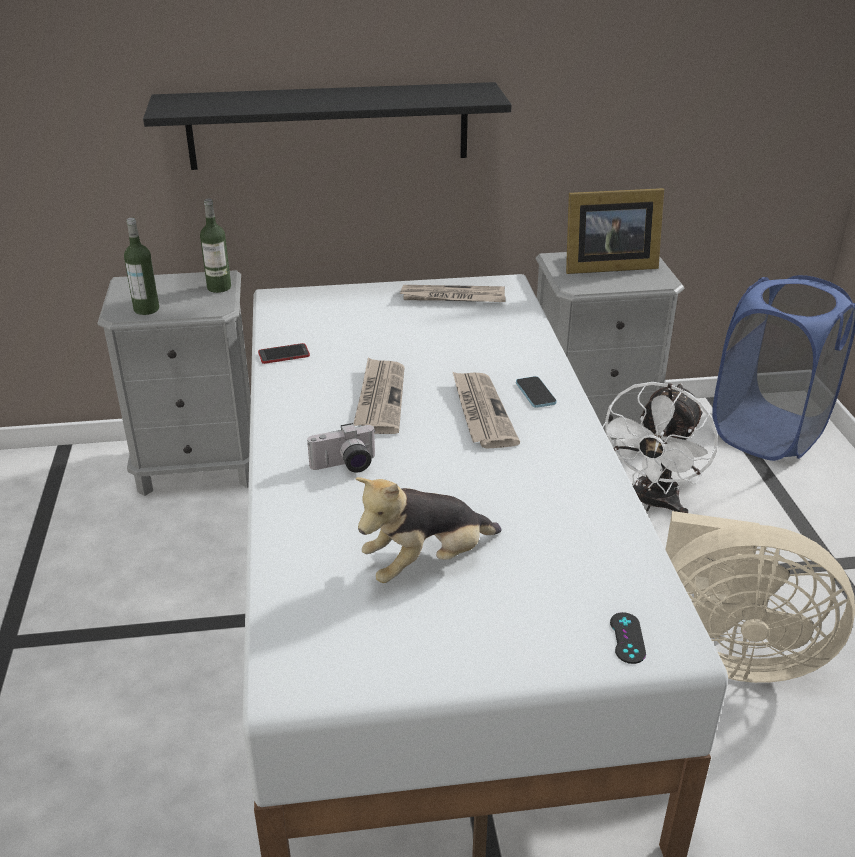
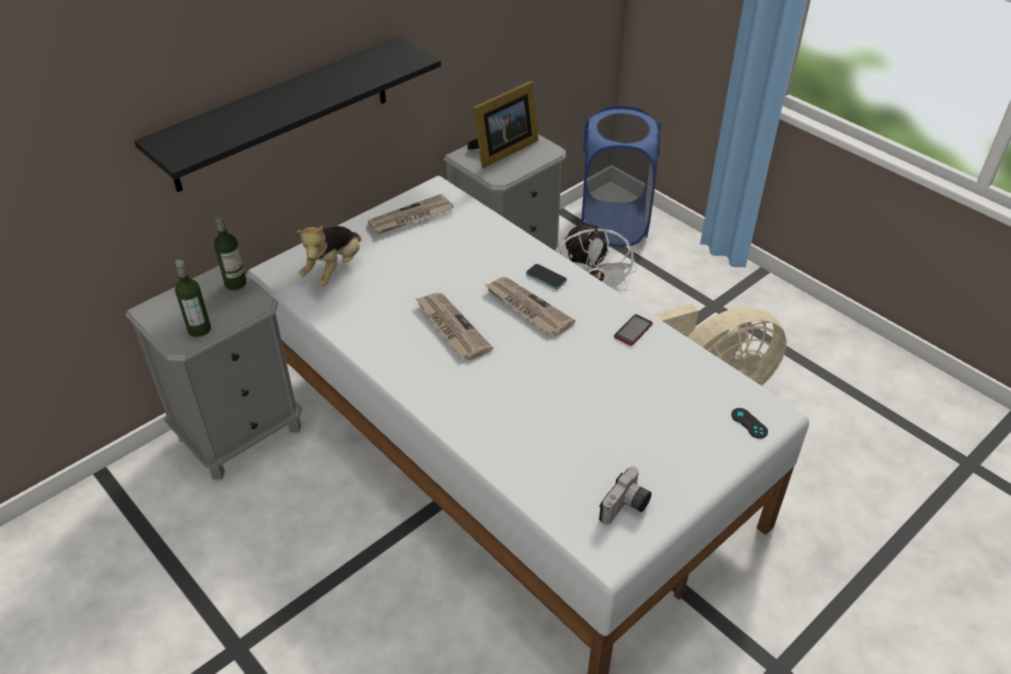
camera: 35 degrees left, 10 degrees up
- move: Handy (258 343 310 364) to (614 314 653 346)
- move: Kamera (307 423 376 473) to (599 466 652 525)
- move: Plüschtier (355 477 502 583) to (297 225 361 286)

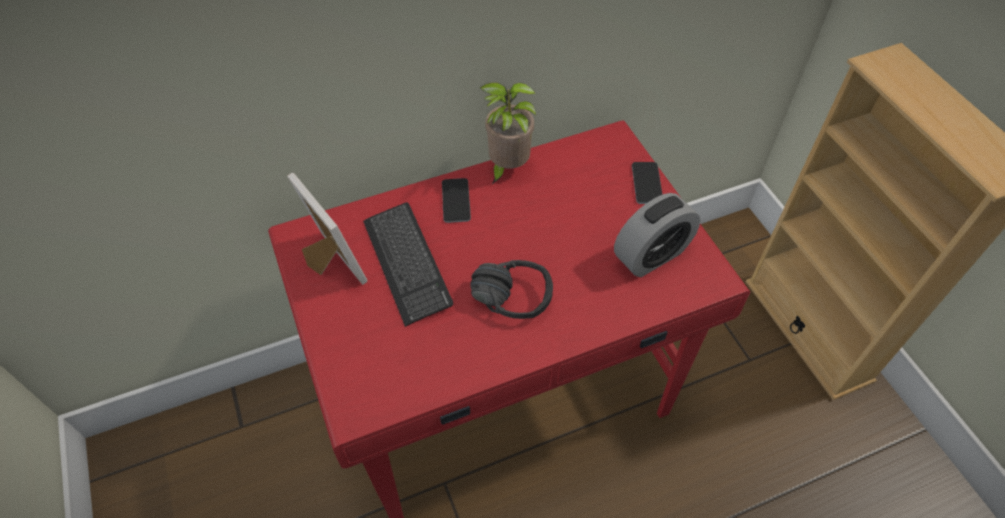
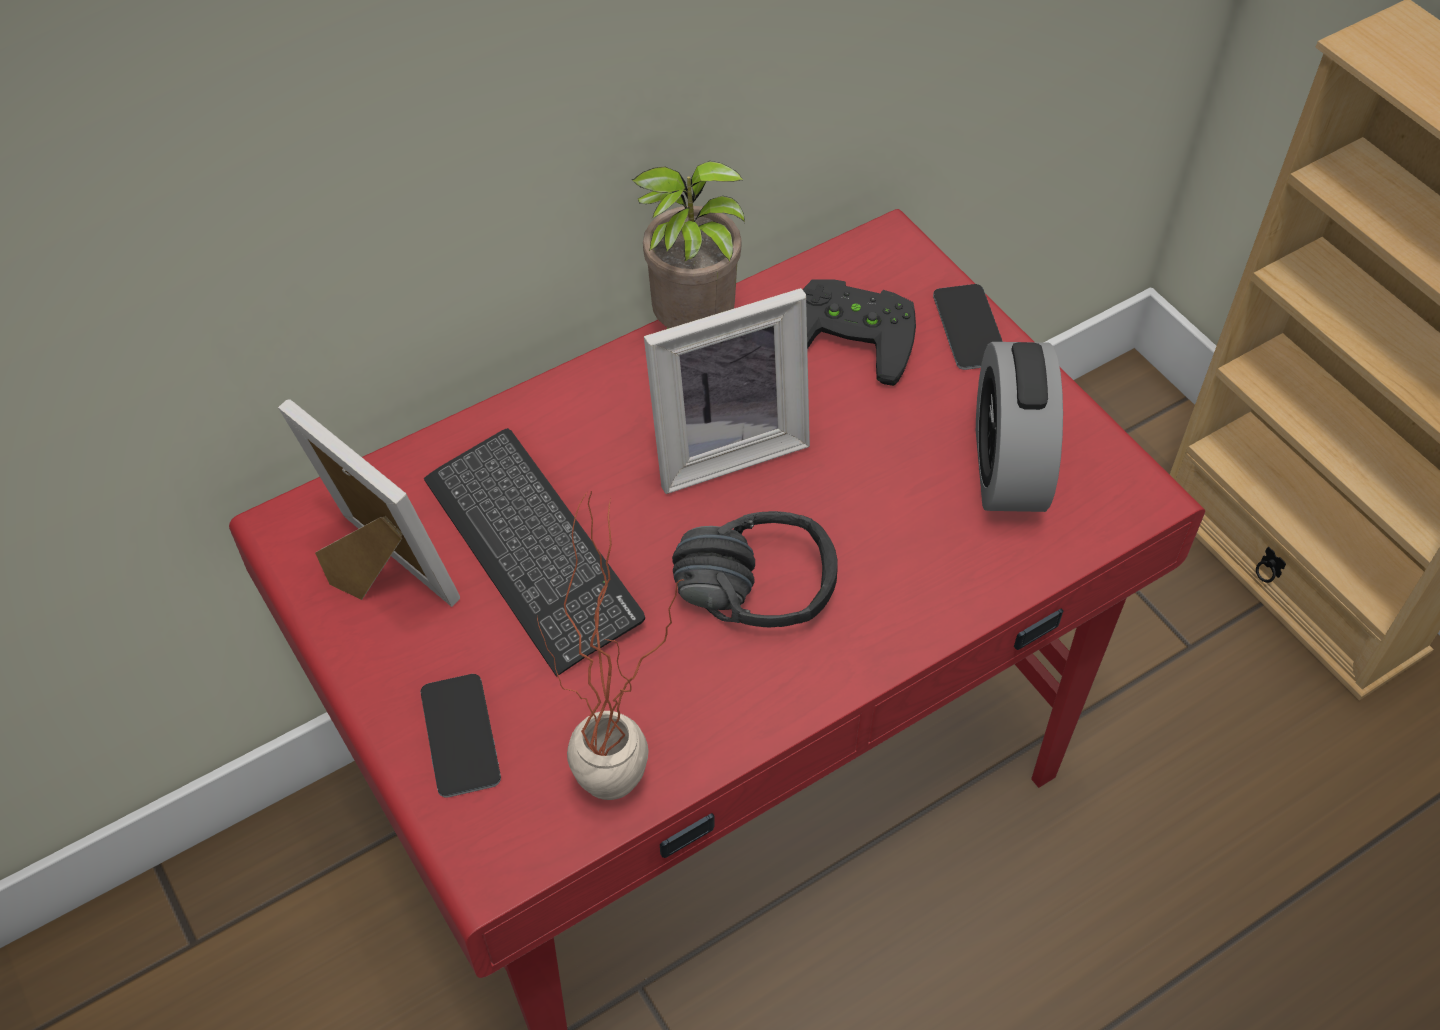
camera: 10 degrees left, 0 degrees up
- move: Handy (442 178 471 223) to (420 674 501 798)
- rotate: Wecker (614 193 701 277) = (976 342 1063 512) 135 degrees clockwise
- insert: Gamepad (schwarz) (803 279 916 386)
- insert: Bilderrahmen (644 288 810 494)
- insert: Topfpflanze (537 491 684 800)

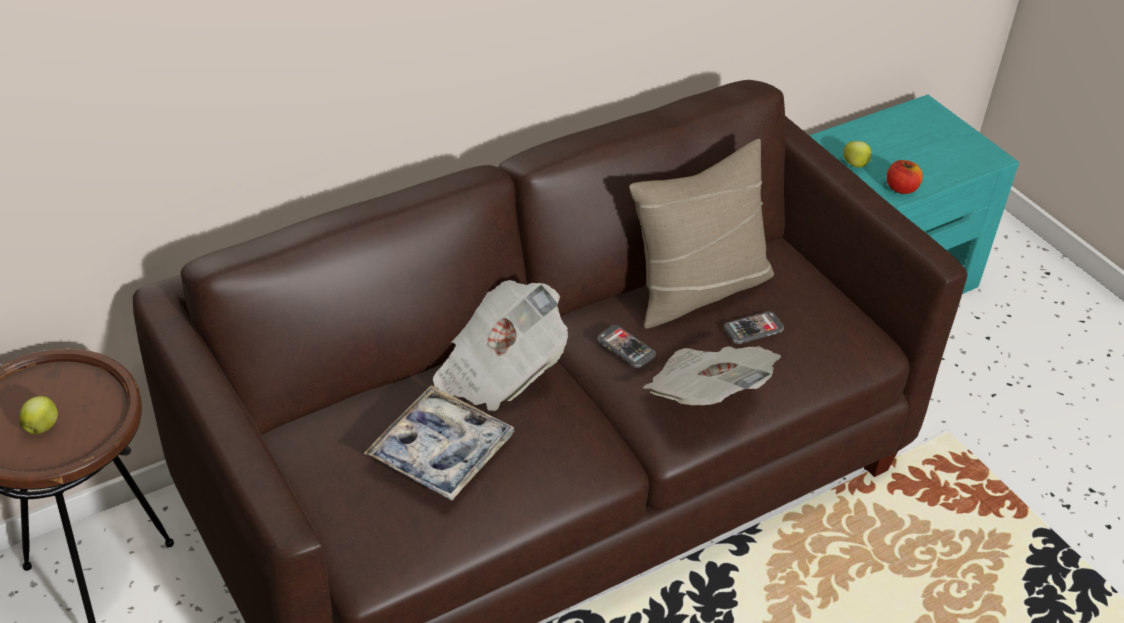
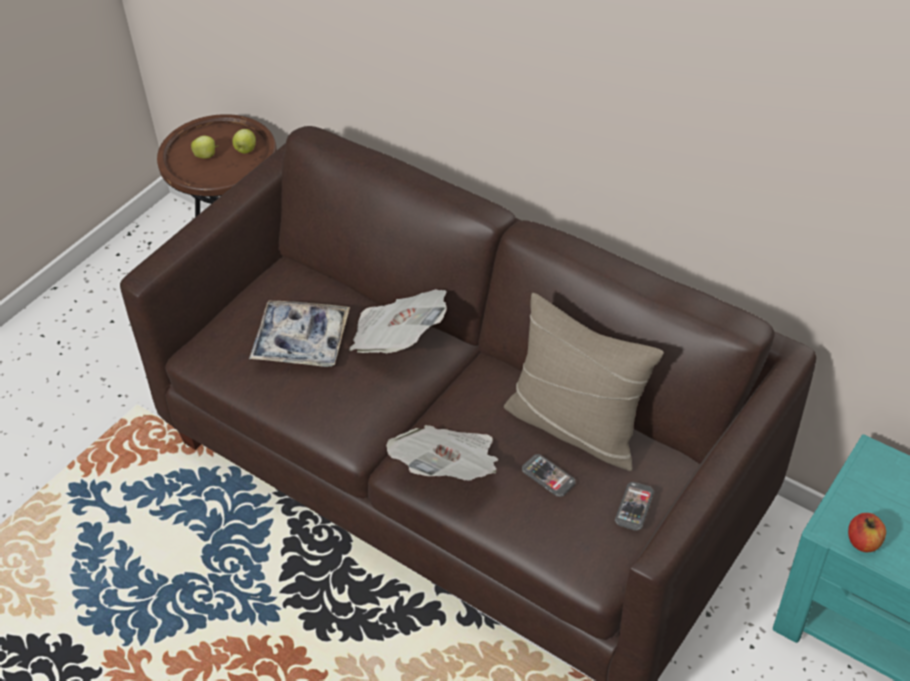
camera: 70 degrees right, 5 degrees up
- move: Apfel (843 141 872 168) to (233 129 256 154)
- move: Handy (598 325 655 368) to (615 482 654 531)

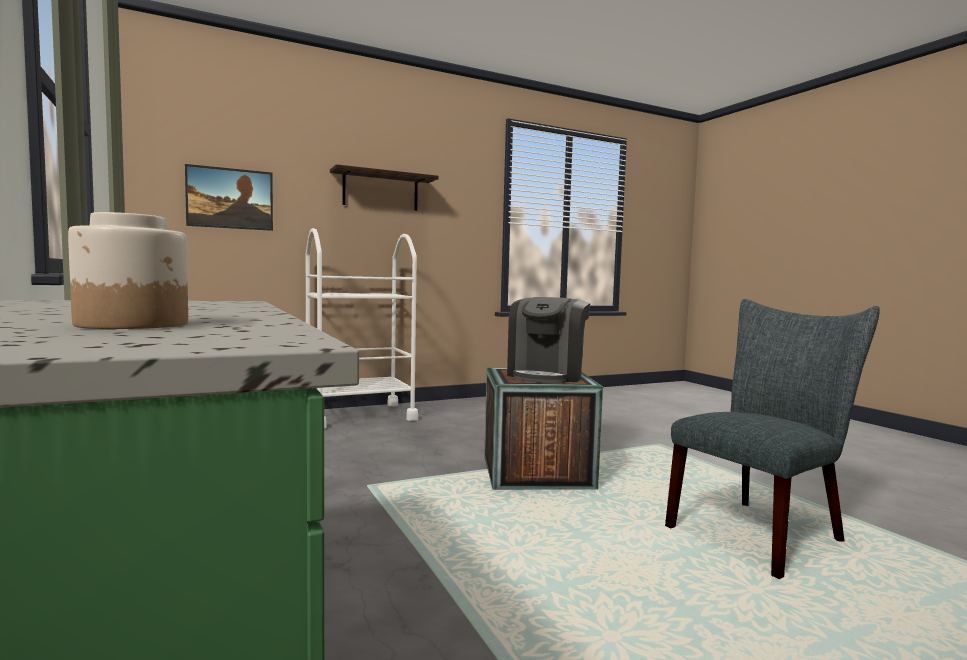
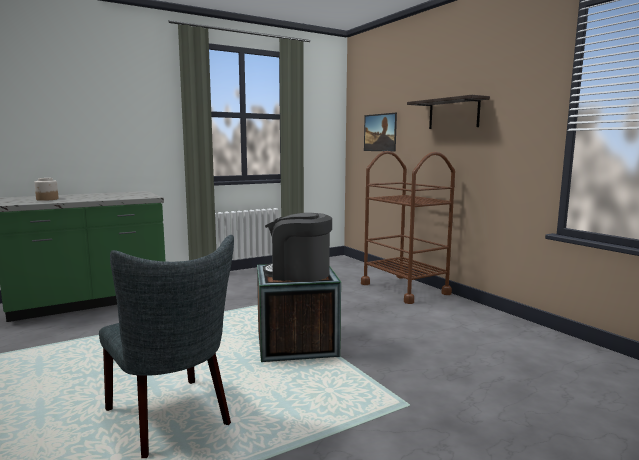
camera: 85 degrees right, 5 degrees up
- recolor: Rollwagen (weiß) (306 228 418 429) to Rollwagen (braun) (361 151 455 304)

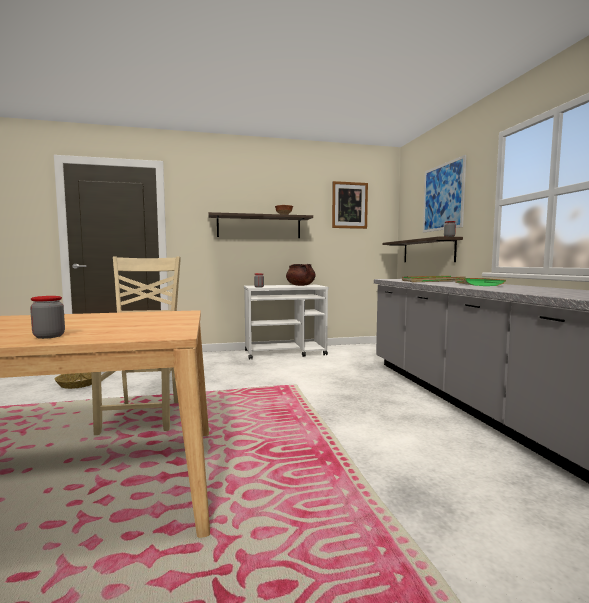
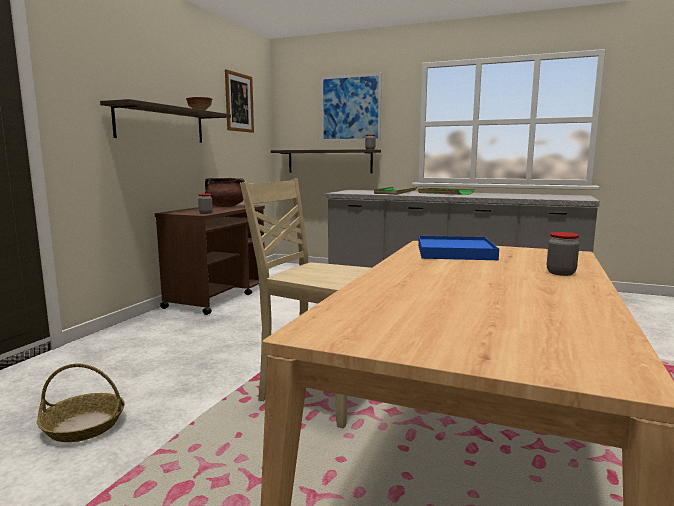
camera: 55 degrees left, 5 degrees up
- recolor: Rollwagen (weiß) (244 285 329 360) to Rollwagen (braun) (155 205 265 315)
- insert: Tablett (blau) (418 236 499 260)

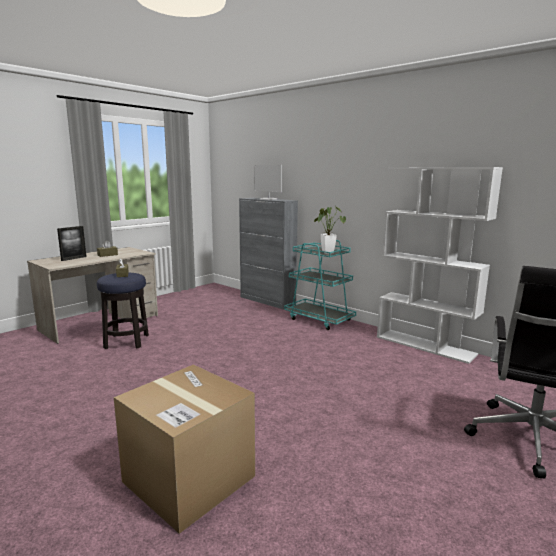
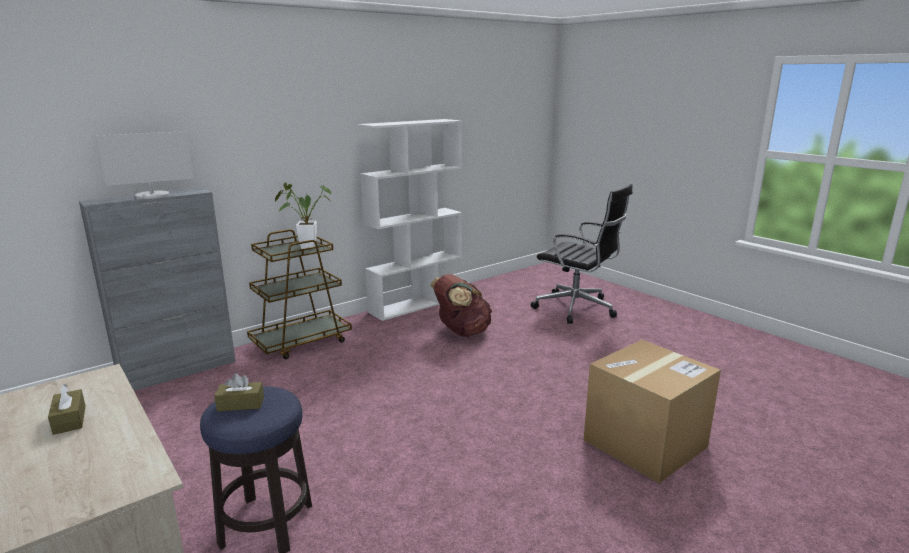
camera: 80 degrees left, 5 degrees up
- delete: Bilderrahmen (57 226 87 261)
- recolor: Rollwagen (türkis) (284 240 356 330) to Rollwagen (braun) (247 229 352 359)
- insert: Rucksack (braun) (430 274 492 337)

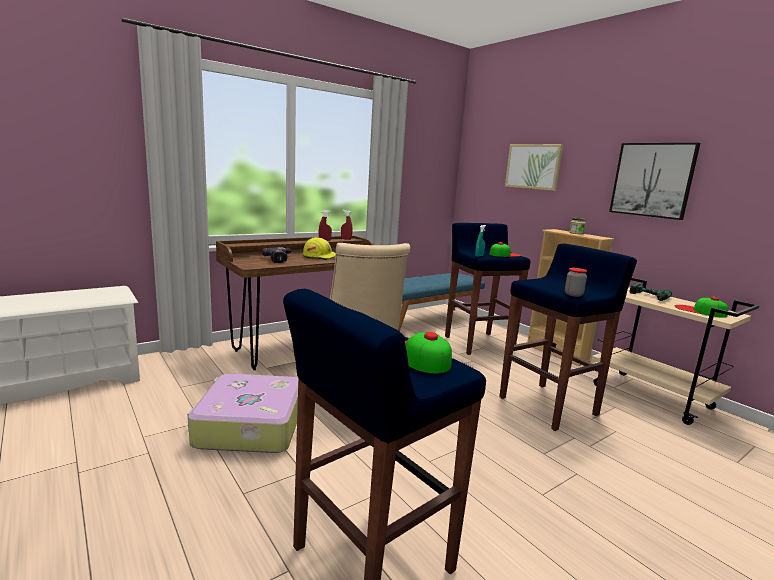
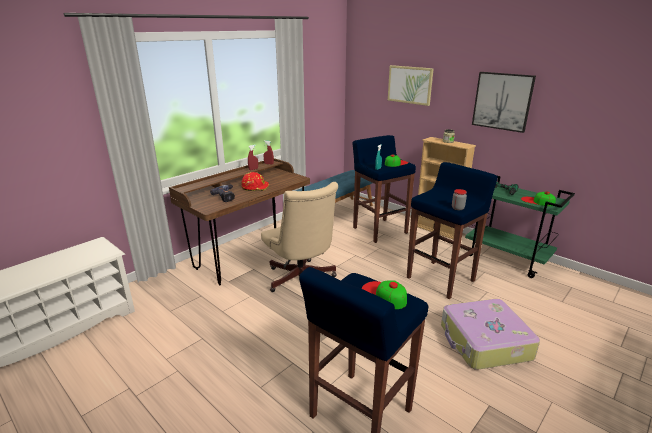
camera: 10 degrees left, 10 degrees up
- recolor: Schutzhelm (gelb) (303 237 336 260) to Schutzhelm (rot) (241 172 269 191)
- recolor: Rollwagen (beige) (592 278 760 425) to Rollwagen (grün) (465 175 575 278)
- move: Koffer (187 374 298 453) to (441 299 540 370)

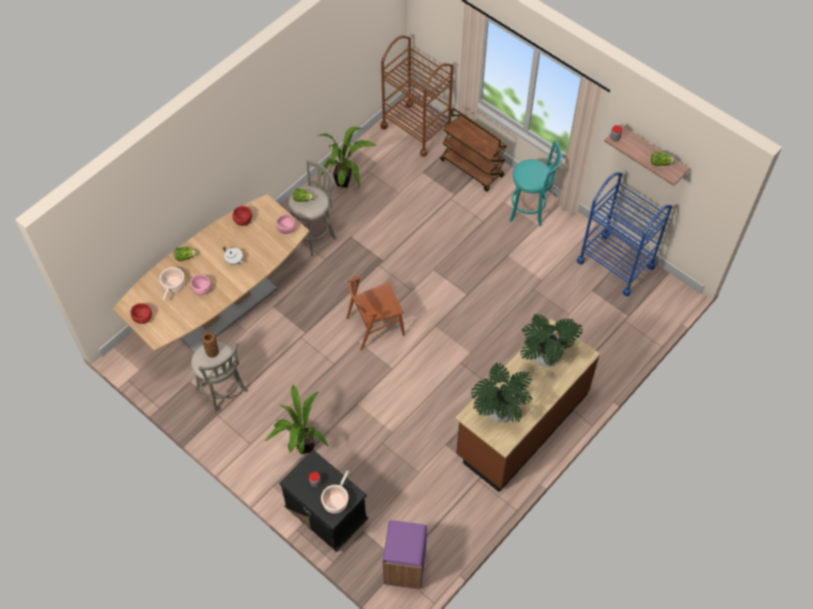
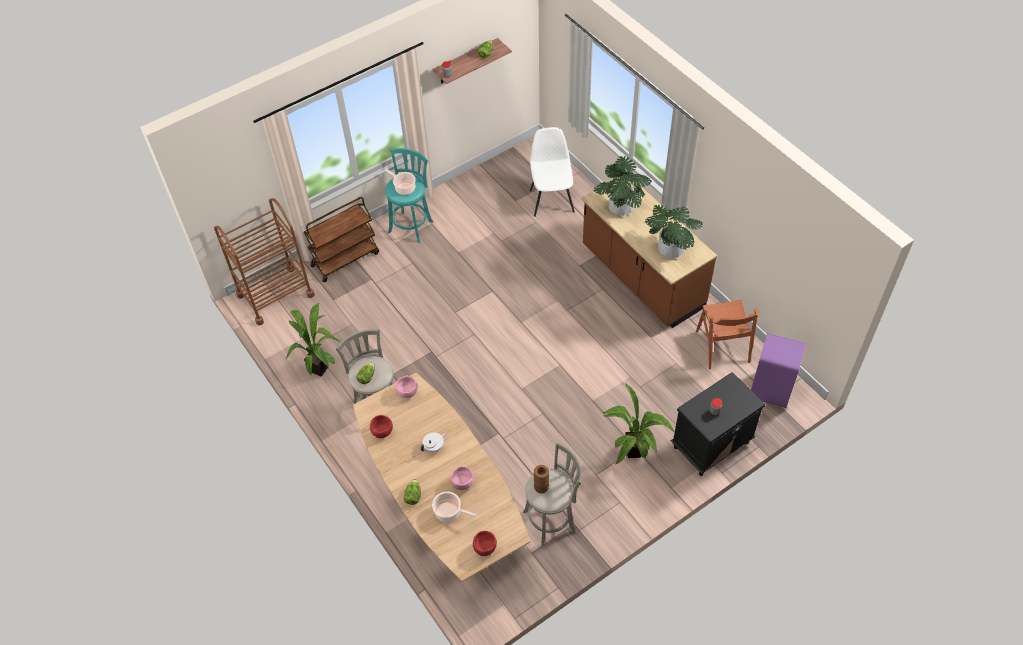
camera: 75 degrees left, 5 degrees down
- delete: Rollwagen (blau) (577 172 672 297)
- move: Stuhl (braun) (346 276 405 351) to (696 300 760 369)
- move: Kochtopf (321 470 349 514) to (384 169 416 195)
- insert: Stuhl (weiß) (530 127 575 217)

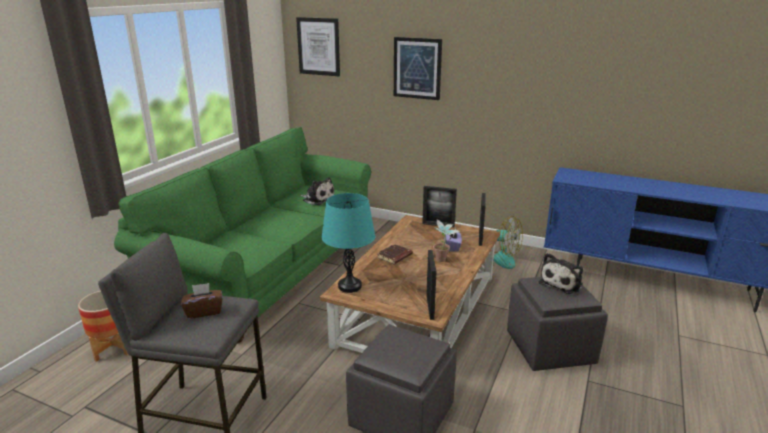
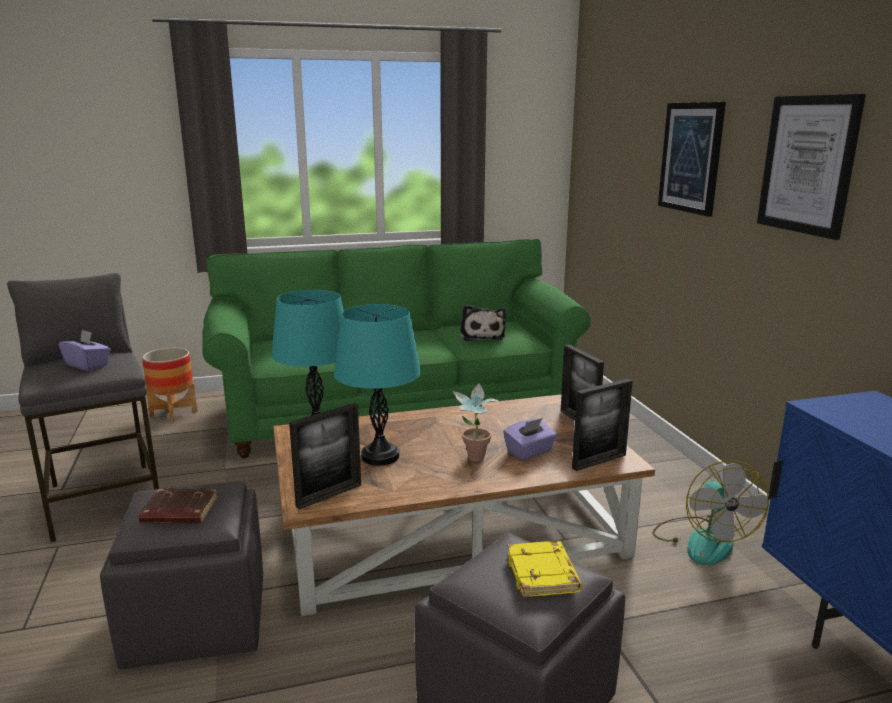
camera: 50 degrees right, 5 degrees down
- move: Bild (296 17 340 76) to (757 94 866 240)
- move: Buch (braun) (377 244 413 264) to (139 488 218 524)
- replace: Plüschtier (539 253 583 294) to Buch (gelb) (507 541 582 597)
- recolor: Taschentuchbox (braun) (181 283 223 319) to Taschentuchbox (lila) (59 330 111 371)
- insert: Tischlampe (türkis) (334 304 421 466)

